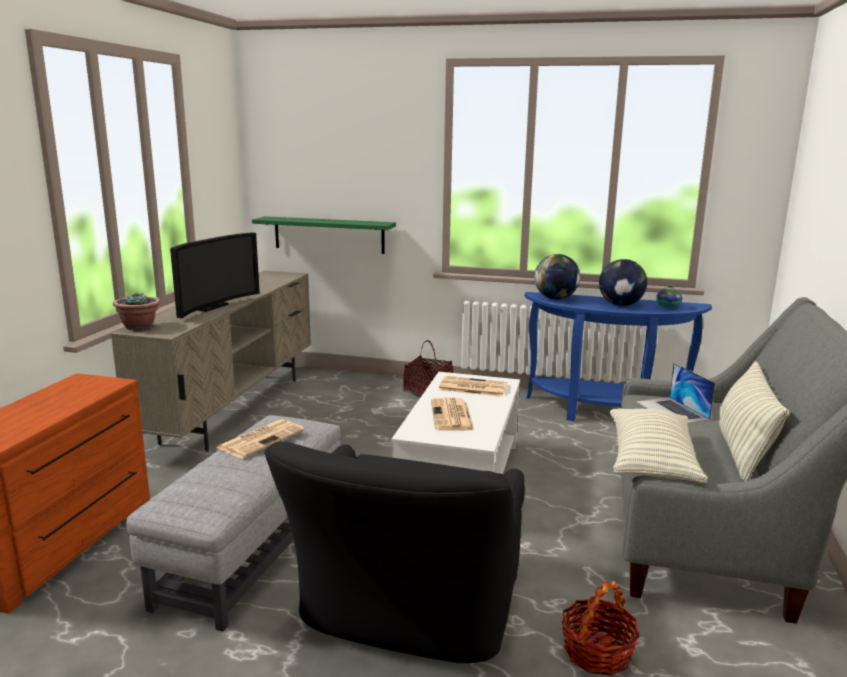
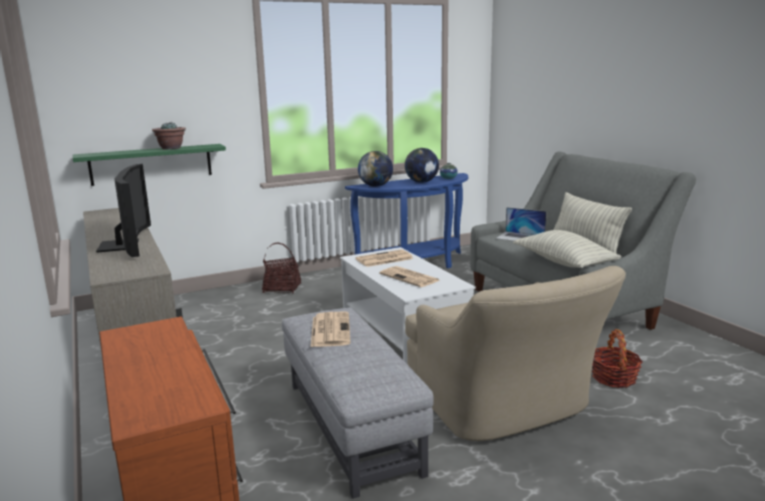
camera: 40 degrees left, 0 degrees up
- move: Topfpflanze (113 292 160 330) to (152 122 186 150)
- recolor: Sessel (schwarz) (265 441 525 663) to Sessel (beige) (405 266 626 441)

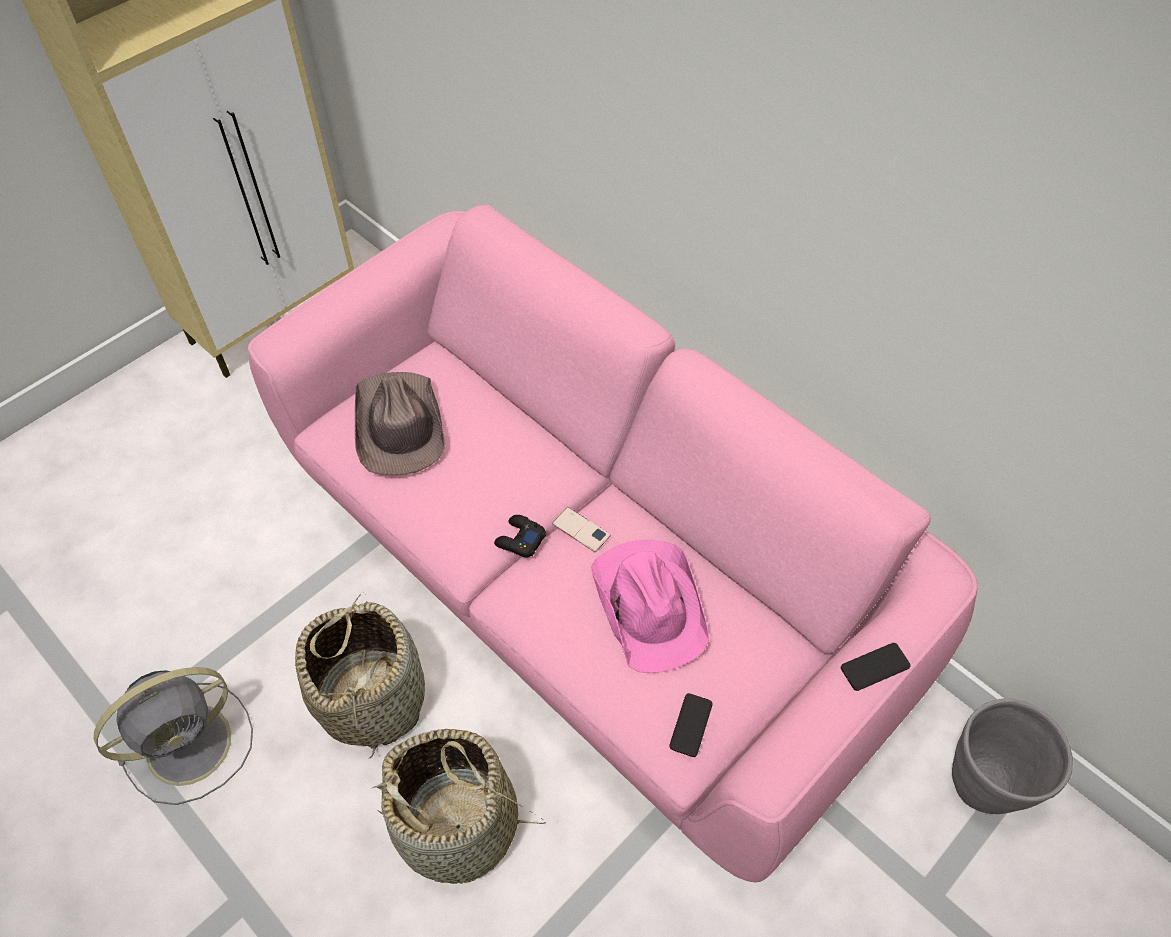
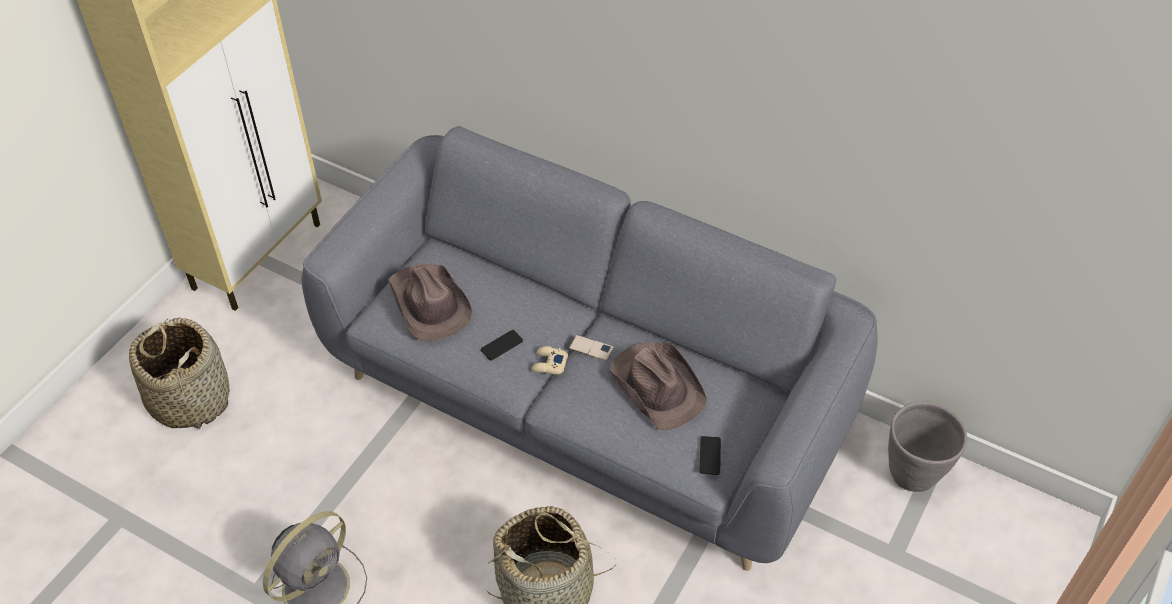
camera: 15 degrees left, 5 degrees down
- recolor: Sofa (rosa) (248 205 978 882) to Sofa (grau) (302 126 878 571)
- recolor: Gamepad (schwarz) (494 515 546 557) to Gamepad (beige) (532 346 568 375)
- recolor: Hut (rosa) (590 540 709 673) to Hut (braun) (609 342 707 431)
- move: Korb (295 595 425 758) to (129 317 230 430)
- move: Handy (841 643 911 691) to (481 330 523 361)

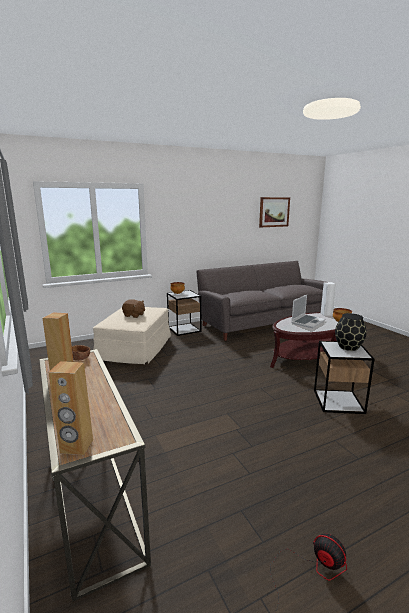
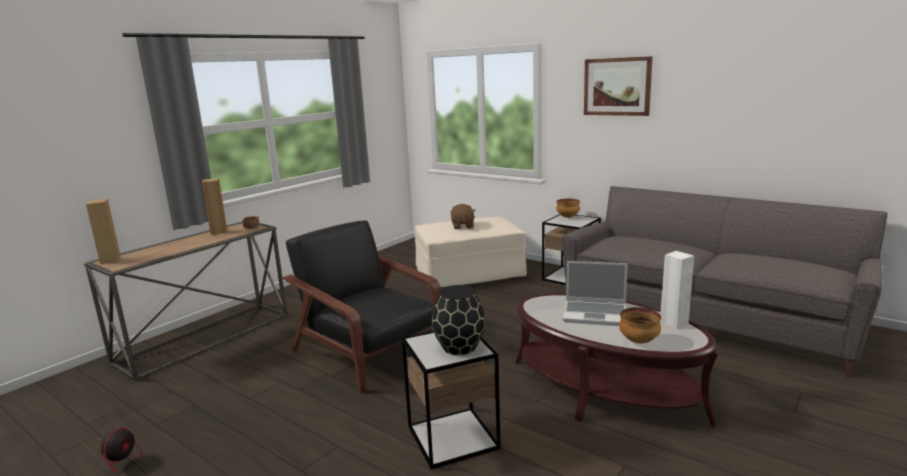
camera: 65 degrees right, 0 degrees up
- move: Bild (259 197 290 227) to (584 56 653 116)
- insert: Sessel (schwarz) (283 220 441 393)

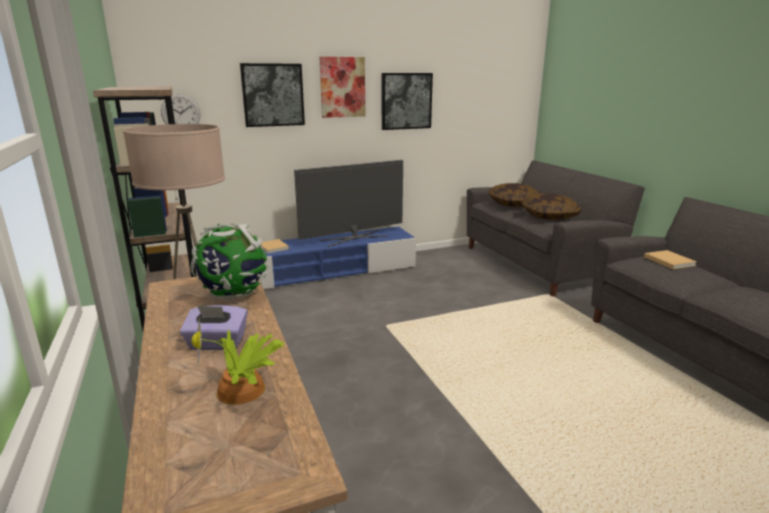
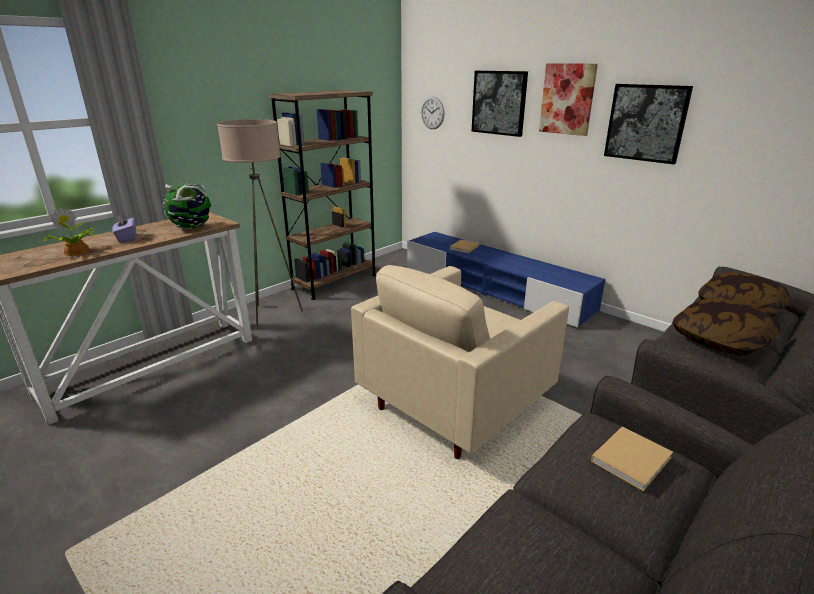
camera: 65 degrees right, 5 degrees up
- delete: Fernseher (294 160 403 247)
- insert: Sessel (beige) (351 265 569 459)

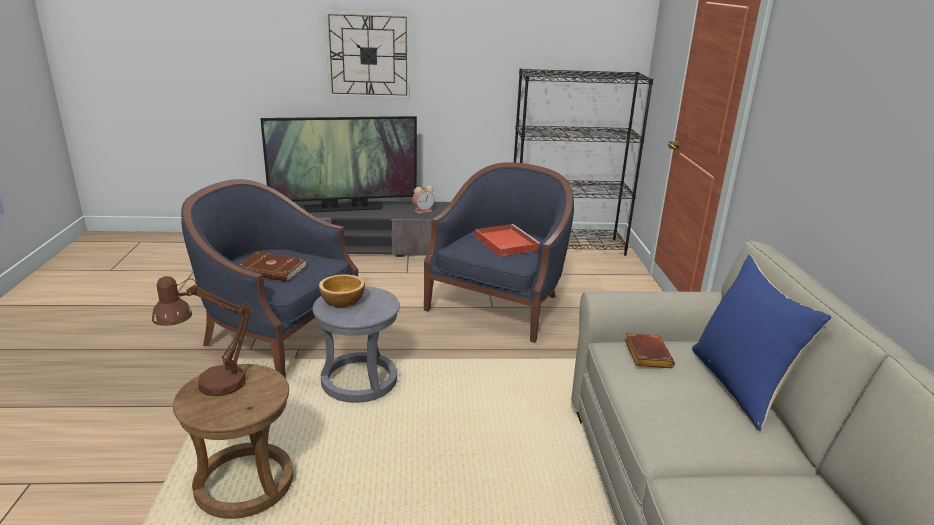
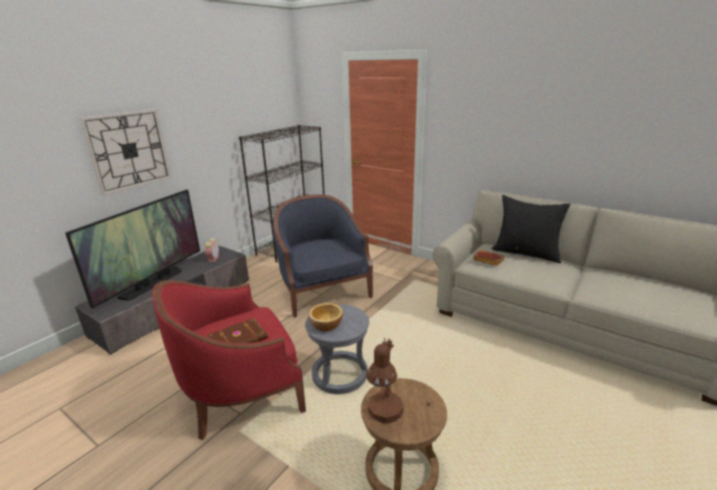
camera: 50 degrees left, 0 degrees up
- recolor: Sessel (blau) (181 179 358 378) to Sessel (rot) (152 280 306 440)
- delete: Tablett (rot) (475 224 540 257)
- recolor: Kissen (blau) (692 255 832 430) to Kissen (schwarz) (491 195 571 263)

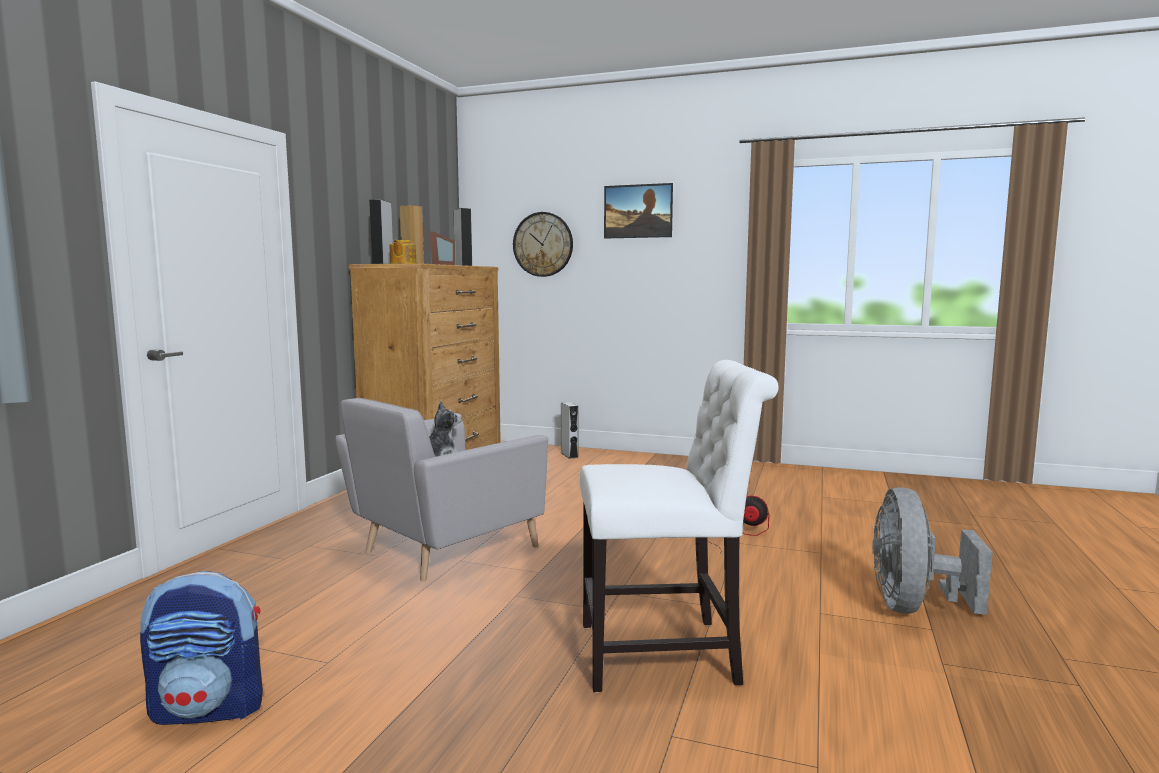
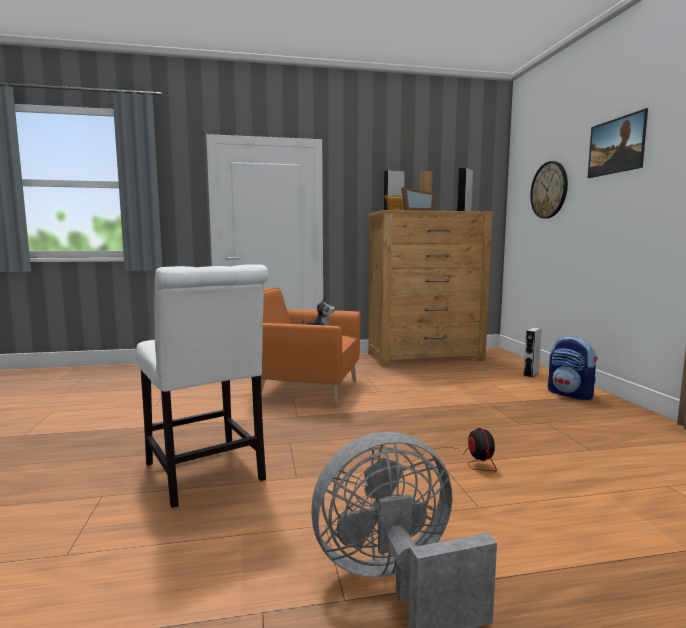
camera: 60 degrees right, 0 degrees up
- recolor: Sessel (grau) (335 398 548 581) to Sessel (orange) (251 288 360 407)
- move: Rucksack (140 571 263 725) to (548 336 598 400)

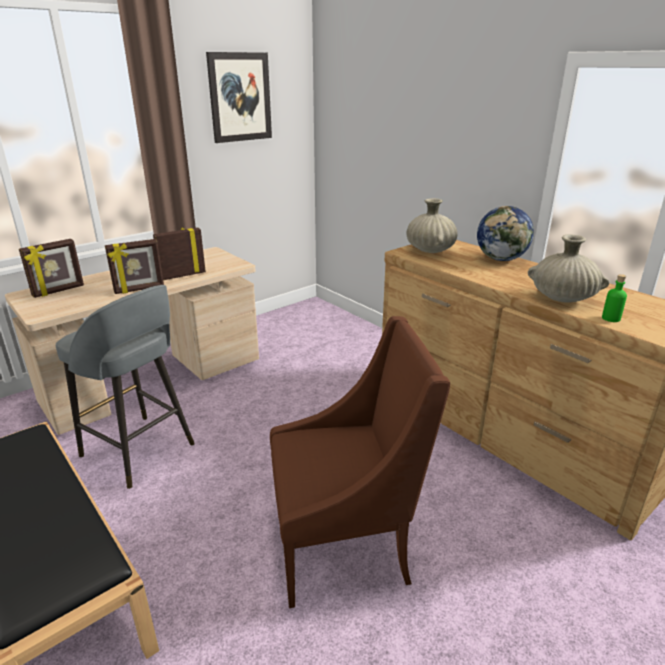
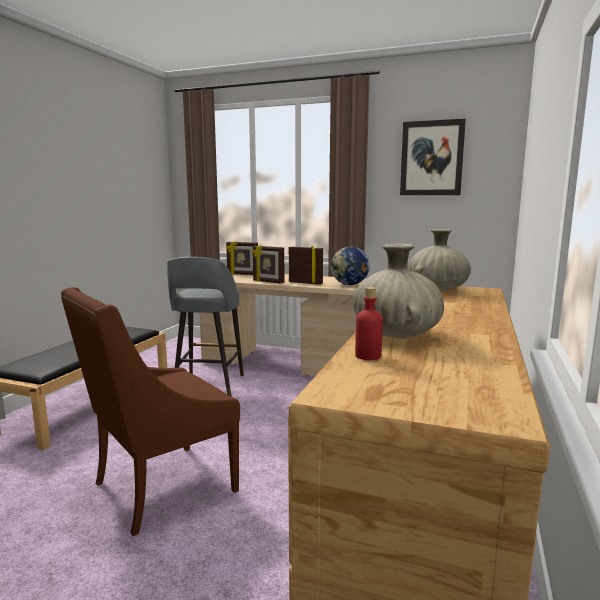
camera: 60 degrees right, 15 degrees down
- move: Globus (477 206 534 261) to (331 247 370 285)
- recolor: Flasche (grün) (602 274 627 322) to Flasche (rot) (355 287 383 360)
- rotate: Sessel (braun) (270 316 450 608) = (61 287 240 536) 90 degrees clockwise

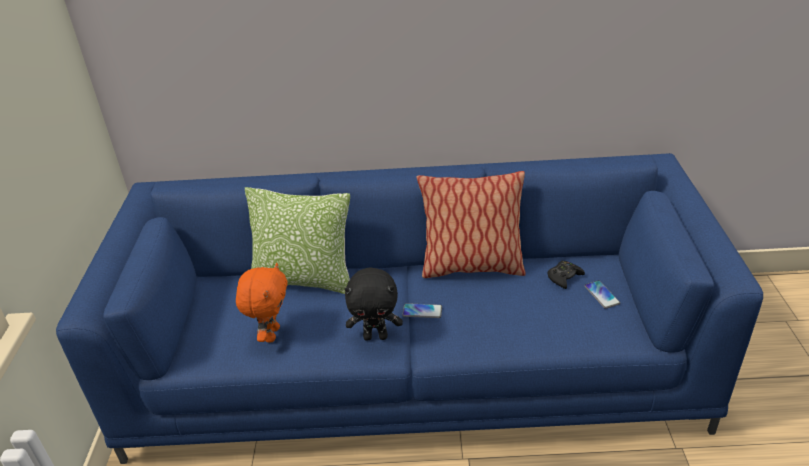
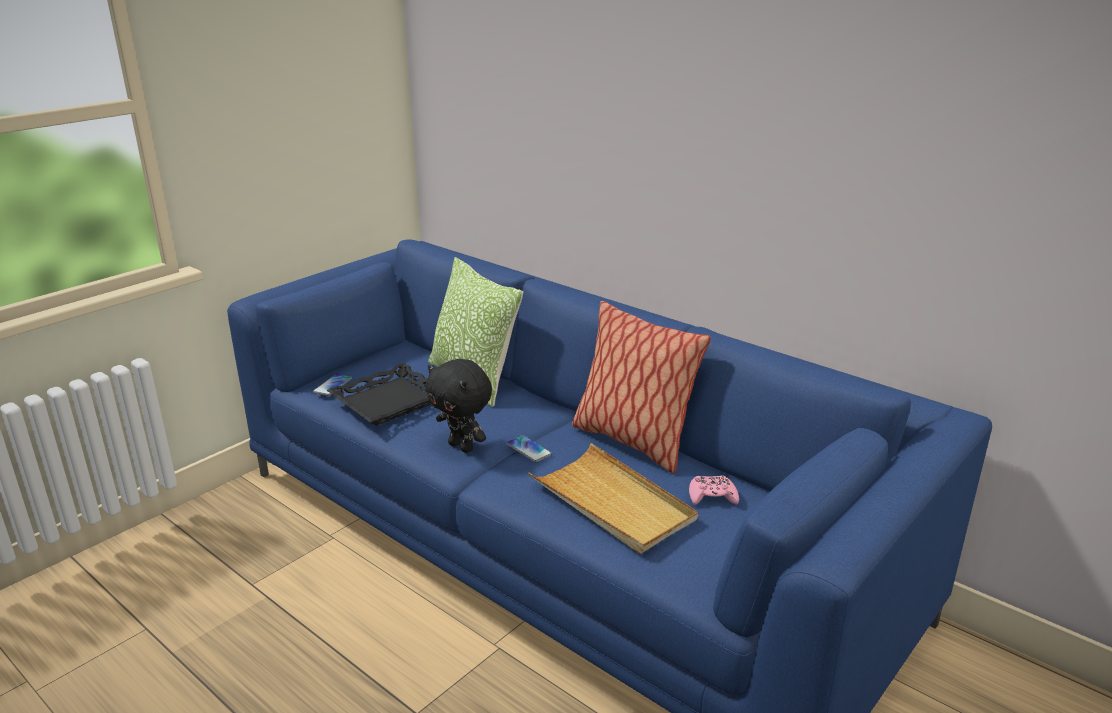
camera: 40 degrees right, 10 degrees down
- recolor: Gamepad (schwarz) (548 261 585 289) to Gamepad (rosa) (689 476 739 505)
- replace: Plüschtier (orange) (236 263 288 342) to Tablett (schwarz) (326 363 431 426)
- move: Handy (584 280 620 309) to (313 374 352 396)
- insert: Tablett (beige) (528 443 698 554)

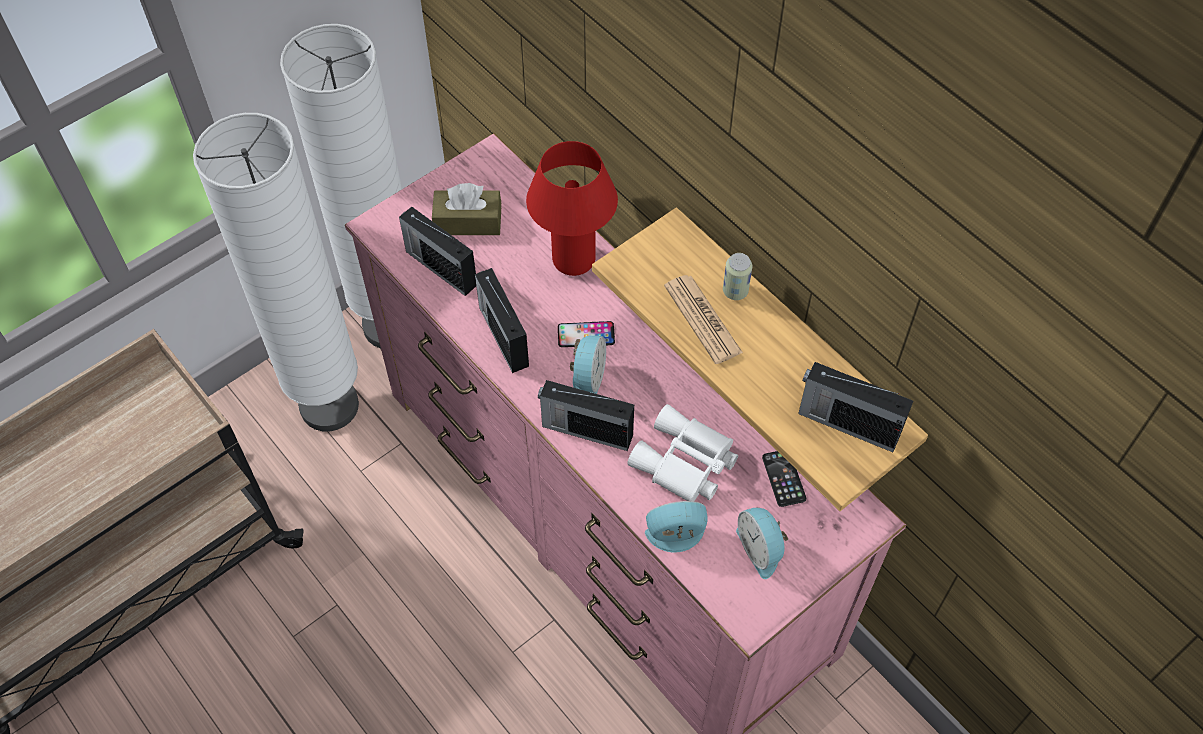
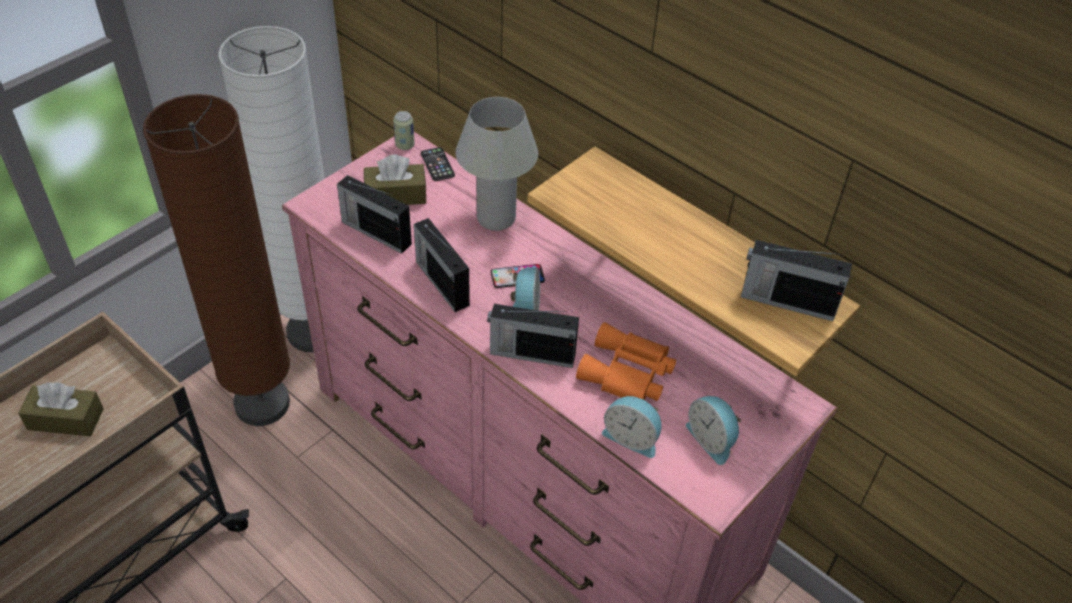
camera: 10 degrees left, 10 degrees down
- recolor: Stehlampe (weiß) (193 113 359 431) to Stehlampe (braun) (143 94 290 426)
- recolor: Tischlampe (rot) (526 141 618 276) to Tischlampe (weiß) (456 97 538 231)
- move: Dose (723 253 752 300) to (393 111 415 150)
- delete: Zeitung (664 275 743 364)
- recolor: Fernglas (weiß) (627 404 738 501) to Fernglas (orange) (576 322 676 401)
- move: Handy (762 451 806 507) to (421 147 455 181)
- rotate: Wecker (645 501 708 553) = (602 396 661 458) 135 degrees counterclockwise
- insert: Taschentuchbox (braun) (18 383 104 436)

